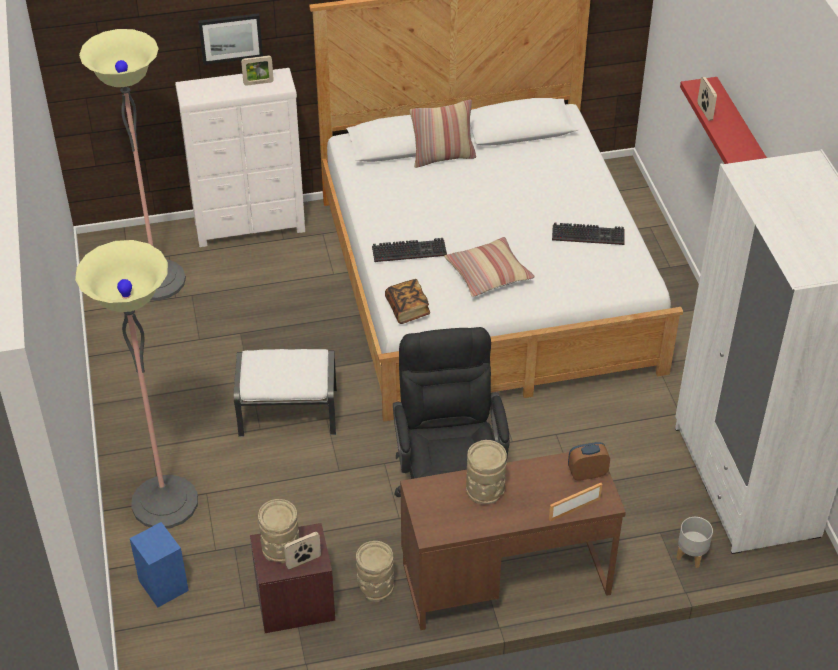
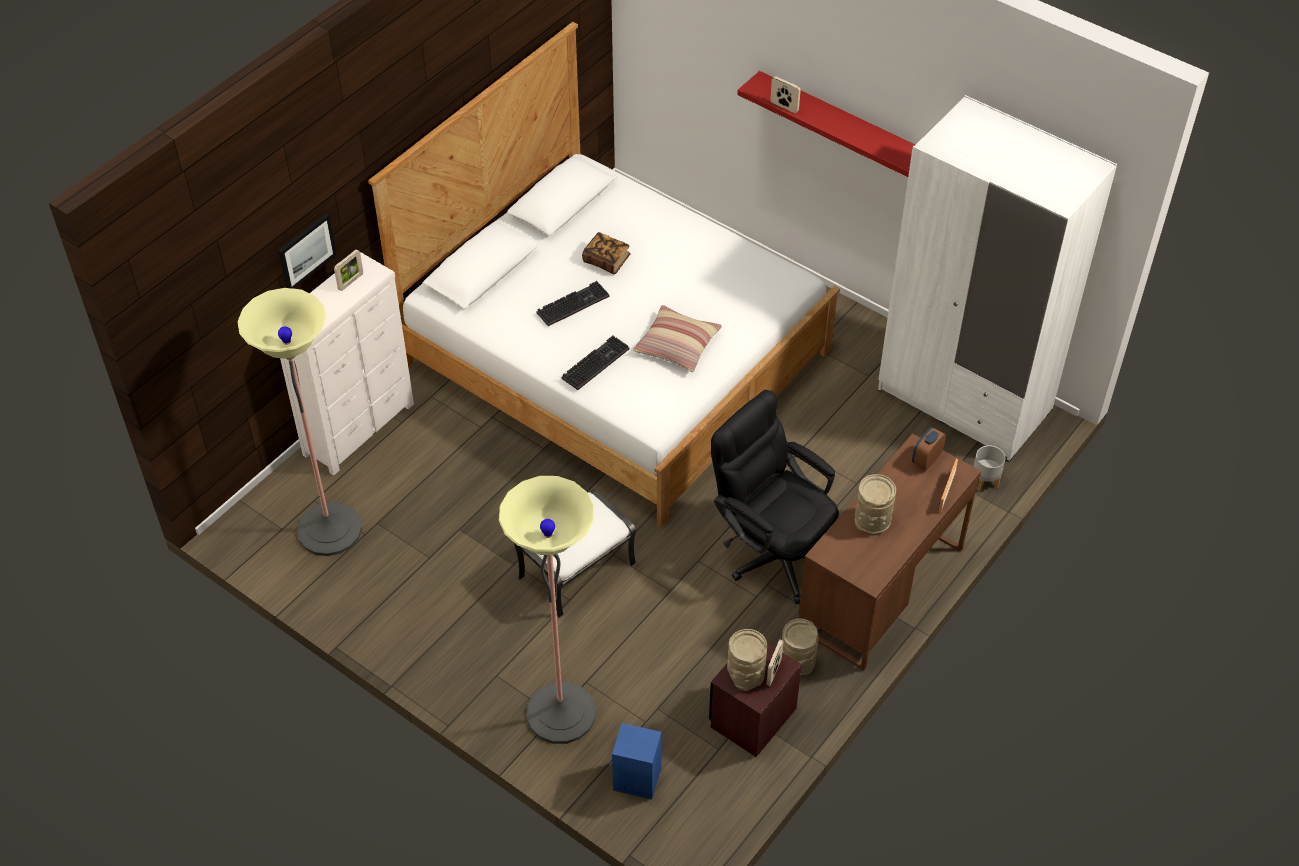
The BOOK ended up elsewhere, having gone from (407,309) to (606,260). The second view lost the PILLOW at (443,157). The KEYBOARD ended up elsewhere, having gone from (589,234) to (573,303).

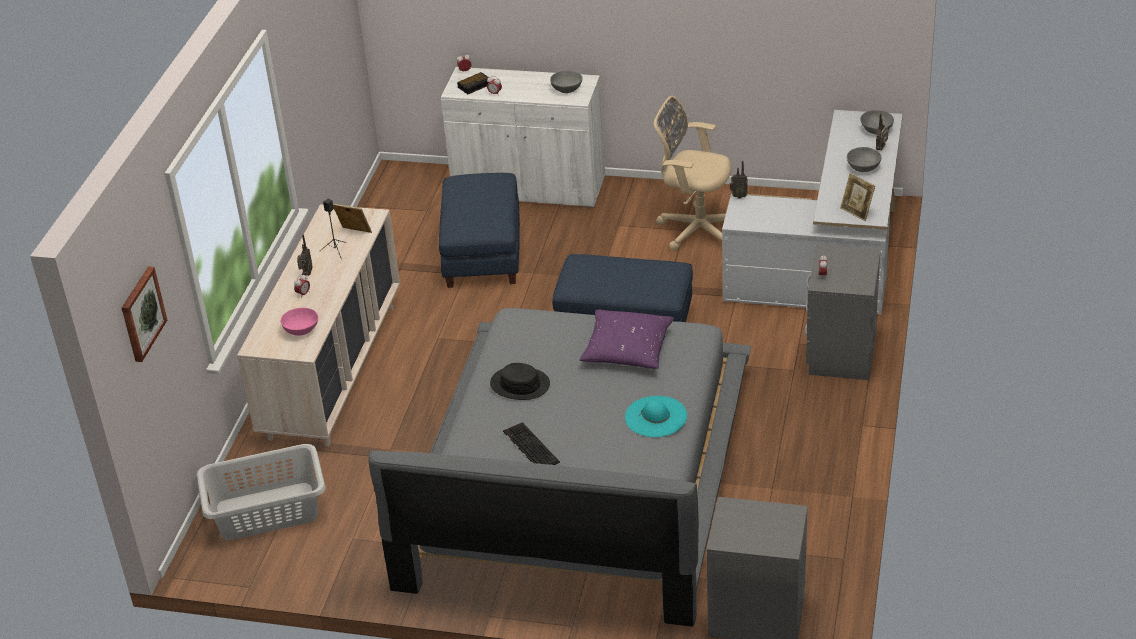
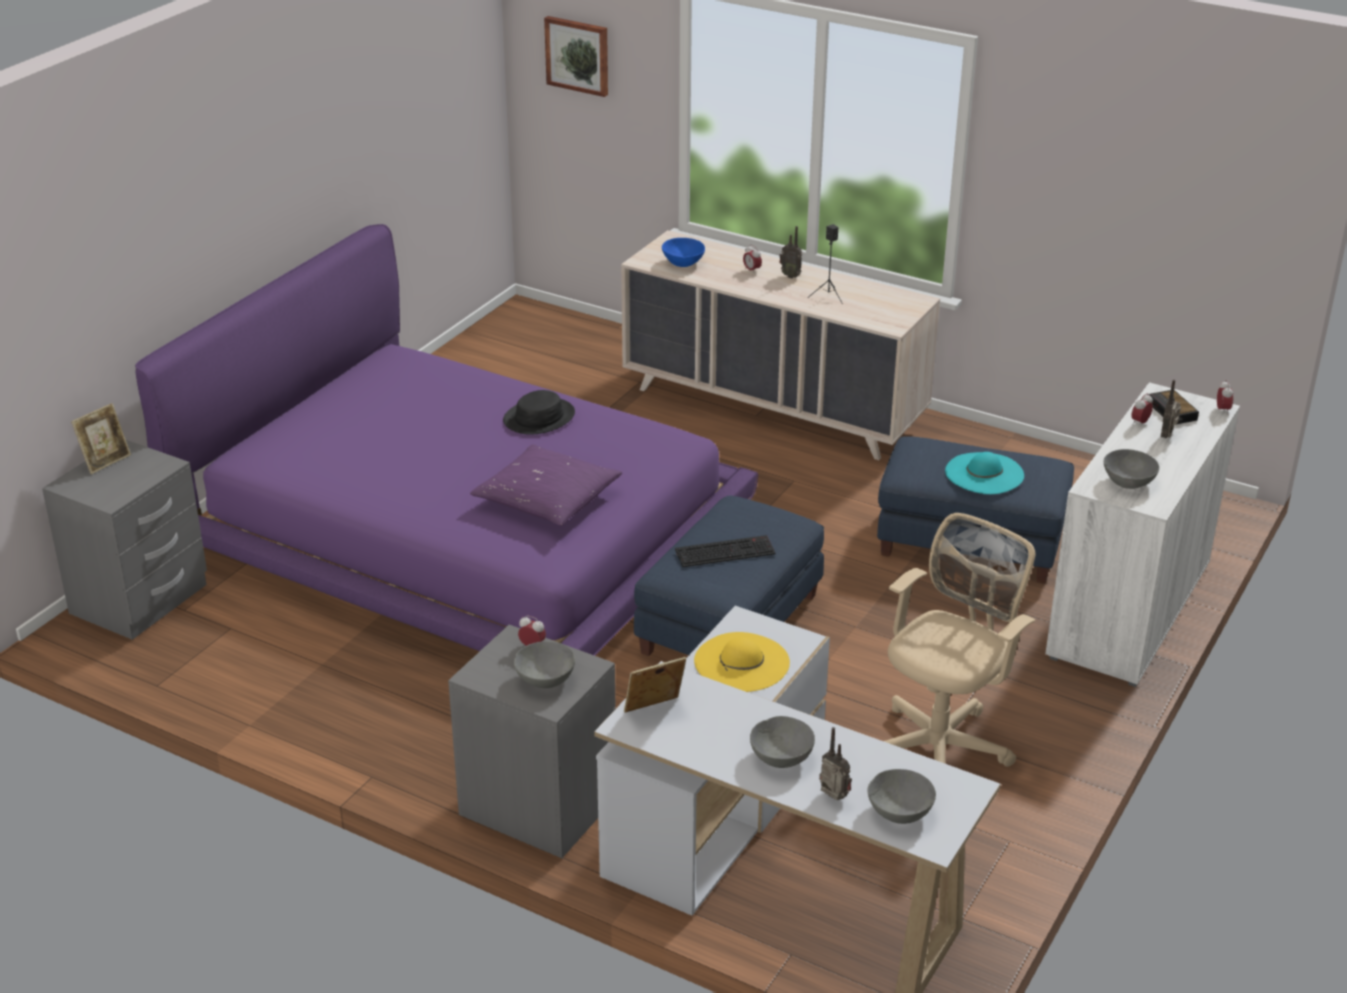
The second view lost the GREY LAUNDRY BASKET at (266,511). What was the PINK BOWL at (301,330) turned into the BLUE BOWL at (683,263). The PICTURE FRAME ended up elsewhere, having gone from (354,233) to (106,461). What was the GREY BED at (579,477) turned into the PURPLE BED at (461,531). The KEYBOARD ended up elsewhere, having gone from (529,447) to (725,551). The TURQUOISE HAT ended up elsewhere, having gone from (656,416) to (984,473). The RADIO ended up elsewhere, having gone from (738,196) to (1168,436). The second view gained the GREY BOWL at (545,680). The second view gained the YELLOW HAT at (741,662).

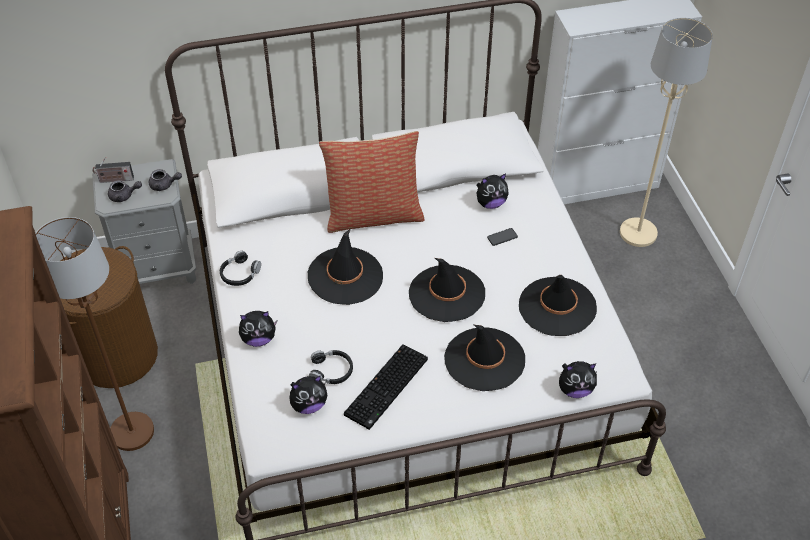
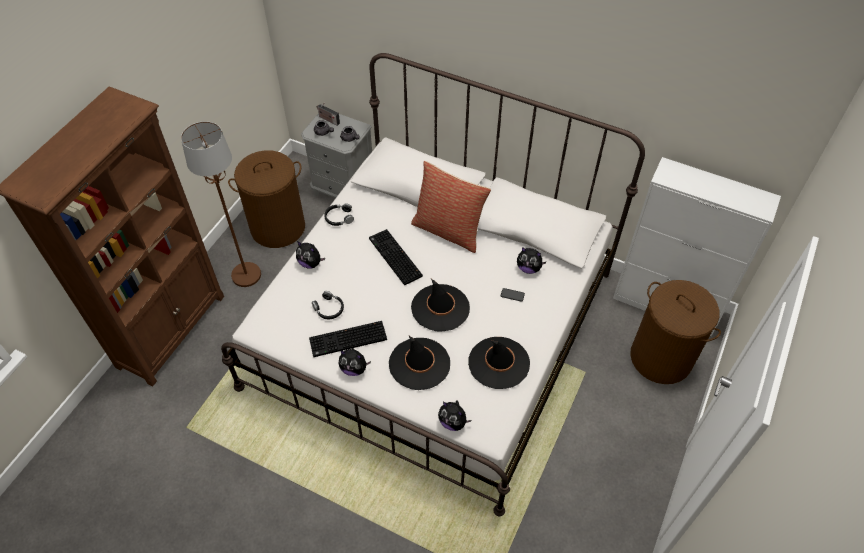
The PLUSH TOY ended up elsewhere, having gone from (309,405) to (354,368). Where the BLACK HAT stood at (345,276), the KEYBOARD came to stand at (394,257). Where the BEIGE FLOOR LAMP stood at (638,233), the BROWN LAUNDRY BASKET came to stand at (661,357).

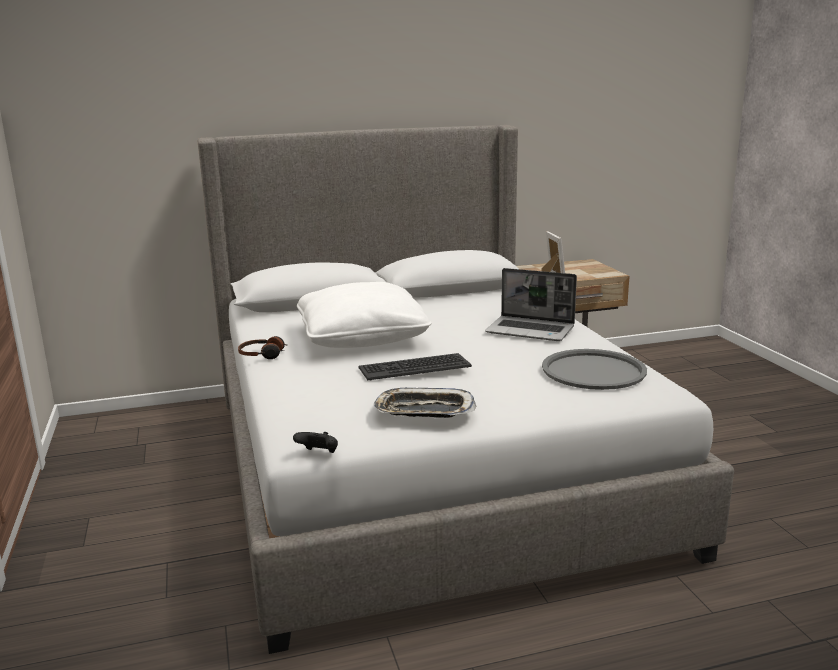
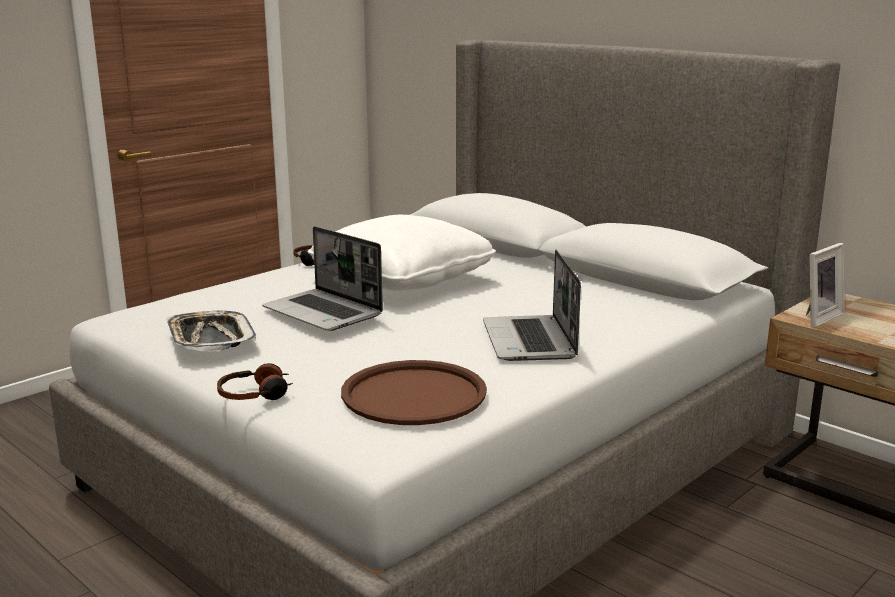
The second view lost the BLACK GAME CONTROLLER at (318,454). Where the KEYBOARD stood at (414,367), the LAPTOP came to stand at (324,312). What was the GREY TRAY at (593,371) turned into the BROWN TRAY at (413,394). The second view gained the HEADPHONES at (255,394).

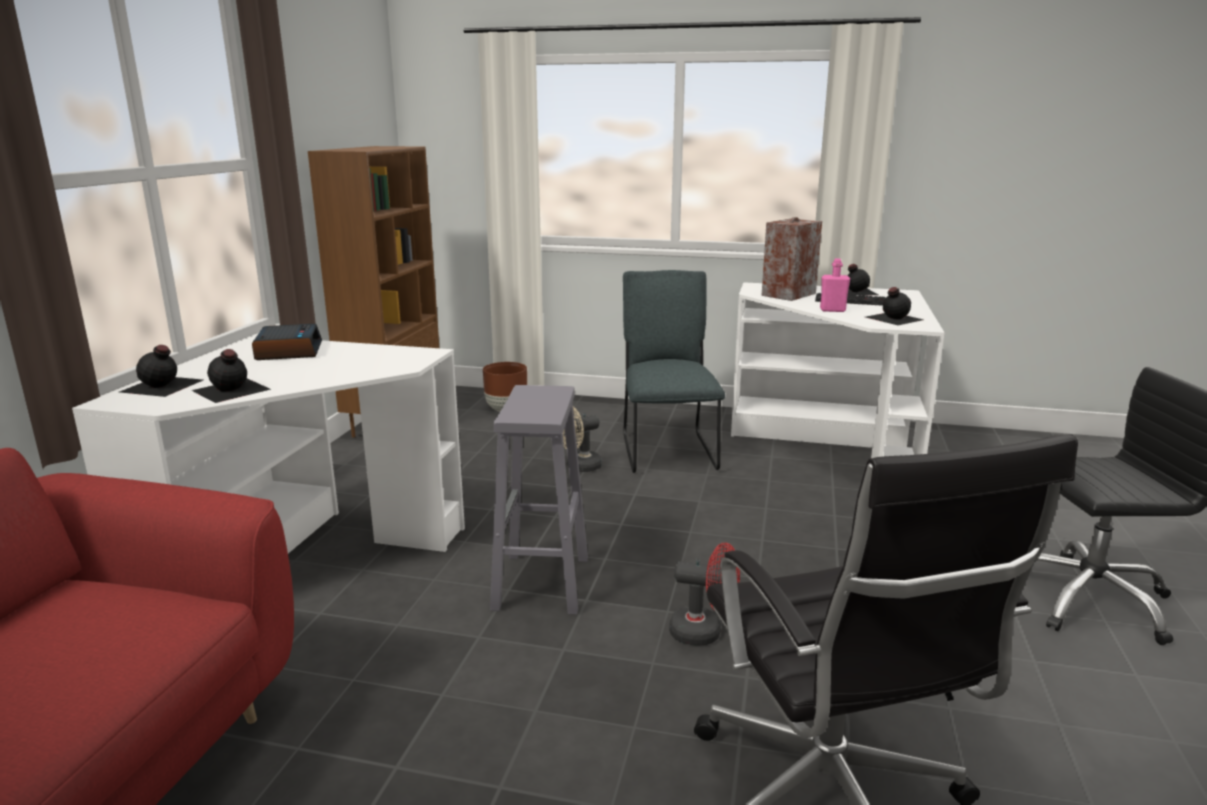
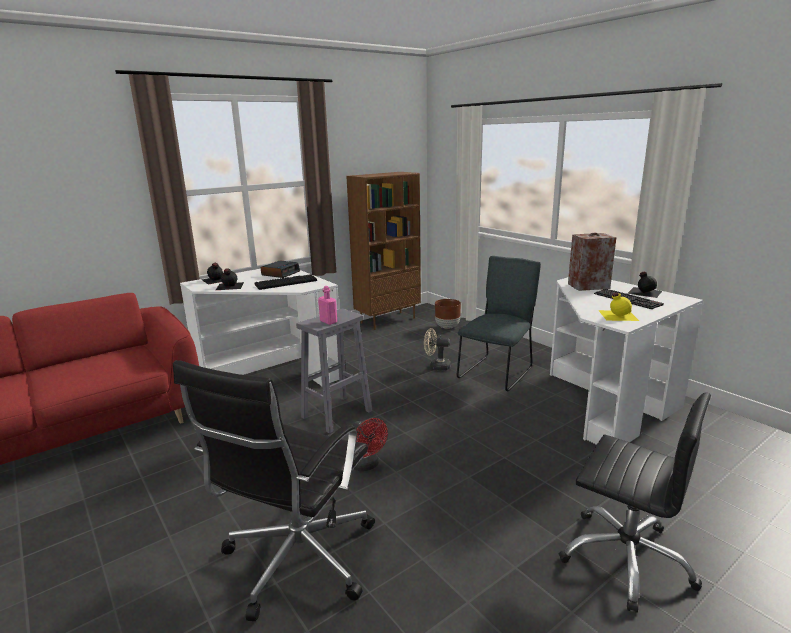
The PINK BOTTLE ended up elsewhere, having gone from (832,310) to (328,322). What was the BLACK BOTTLE at (892,318) turned into the YELLOW BOTTLE at (617,315). The second view gained the KEYBOARD at (286,282).

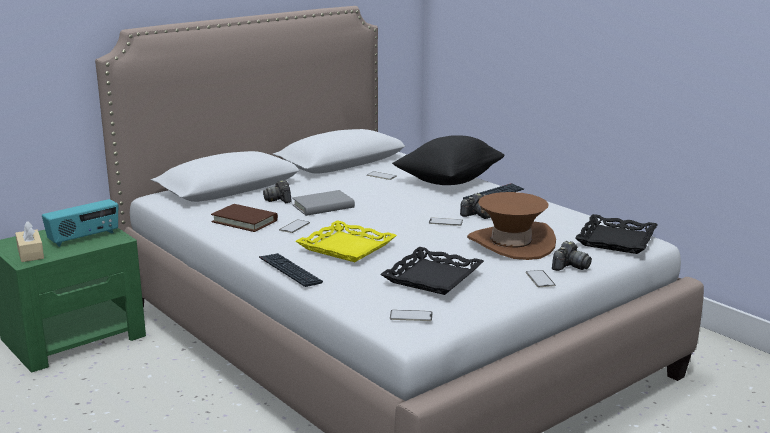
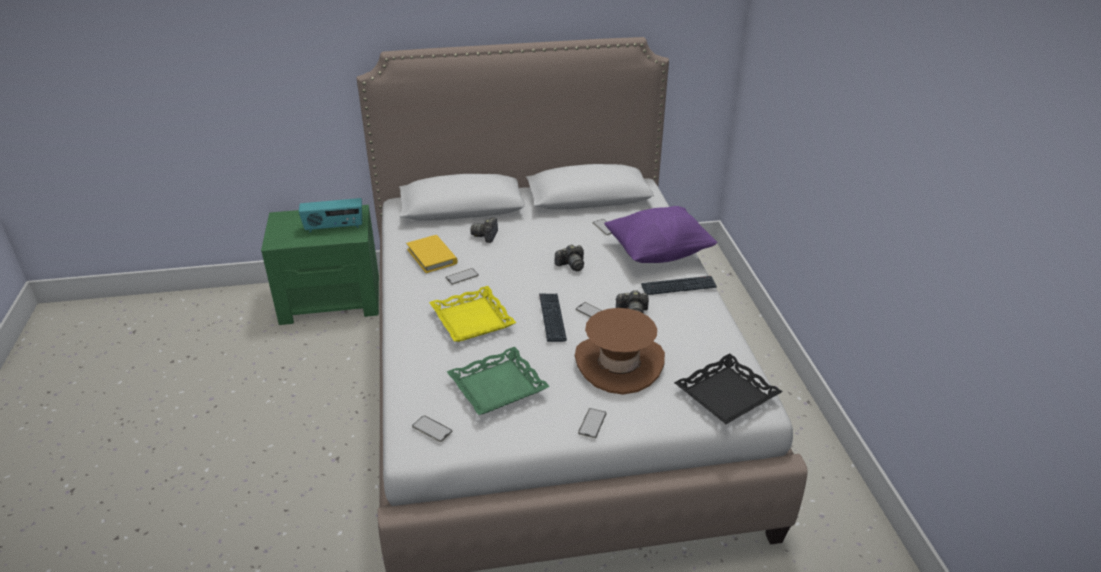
The second view lost the BEIGE TISSUE BOX at (30,253). What was the BROWN BOOK at (244,221) turned into the YELLOW BOOK at (432,256). The KEYBOARD ended up elsewhere, having gone from (290,271) to (552,318). The second view lost the GREY BOOK at (323,206). What was the BLACK TRAY at (432,277) turned into the GREEN TRAY at (497,386). What was the BLACK PILLOW at (449,181) turned into the PURPLE PILLOW at (658,252). The PHOTO CAMERA ended up elsewhere, having gone from (570,266) to (571,265).

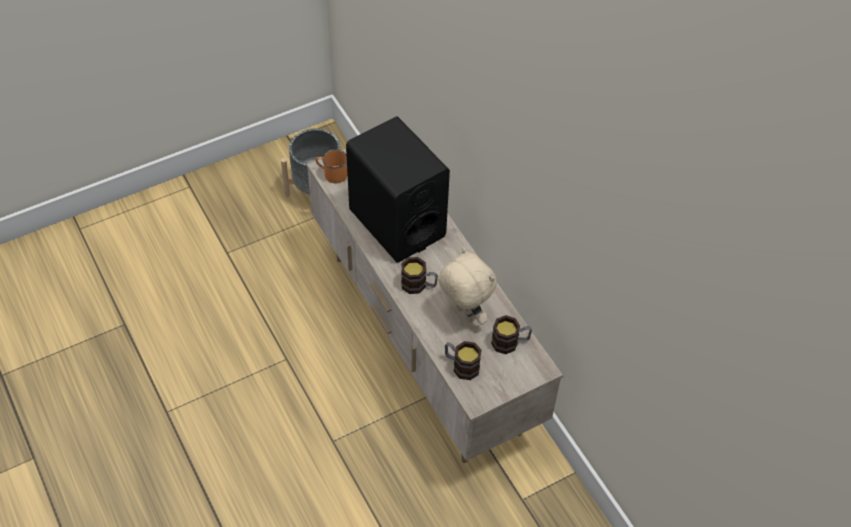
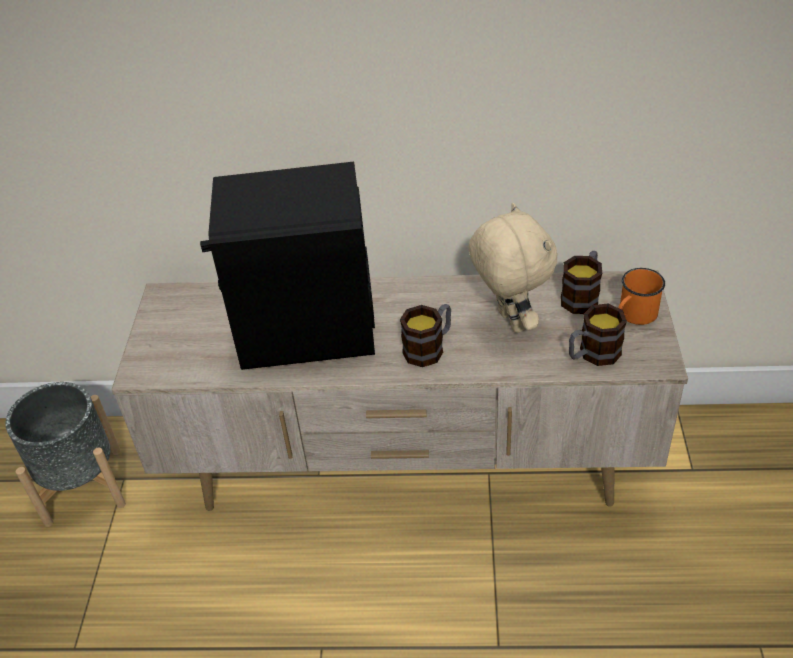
The ORANGE MUG ended up elsewhere, having gone from (332,174) to (634,315). The BEIGE PLUSH TOY at (464,314) ended up facing another way, 75 degrees clockwise from before.

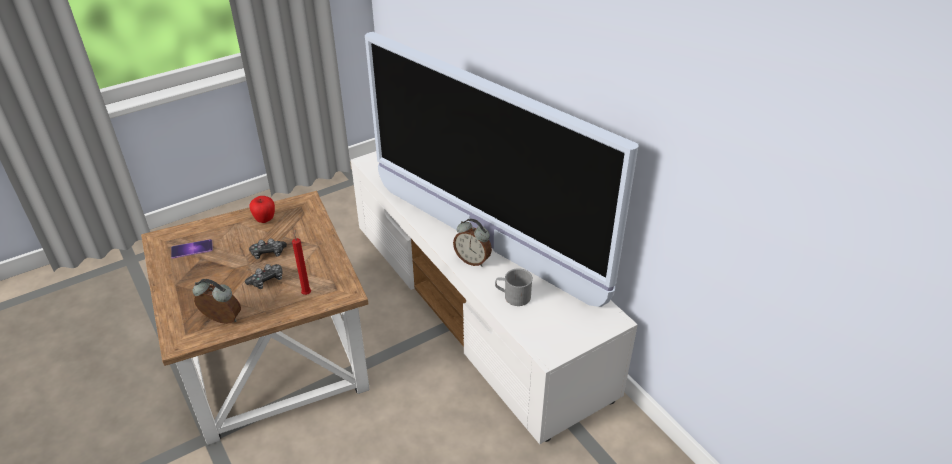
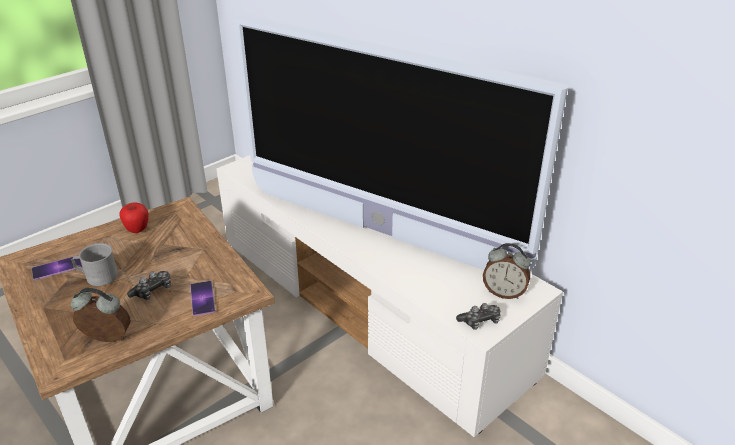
The GAME CONTROLLER ended up elsewhere, having gone from (268,253) to (480,321). Where the RED CANDLE stood at (307,293), the PHONE came to stand at (202,298). The ALARM CLOCK ended up elsewhere, having gone from (473,260) to (504,293). The GREY MUG ended up elsewhere, having gone from (513,296) to (97,276).

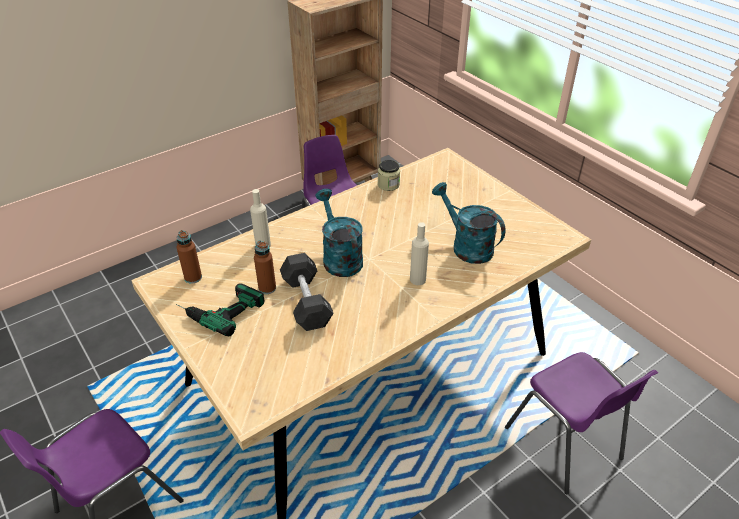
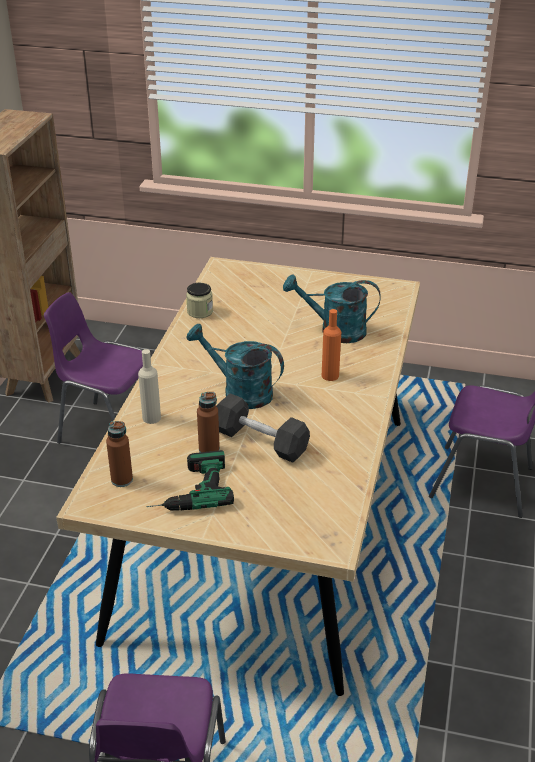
What was the BEIGE BOTTLE at (417,279) turned into the ORANGE BOTTLE at (330,375).

